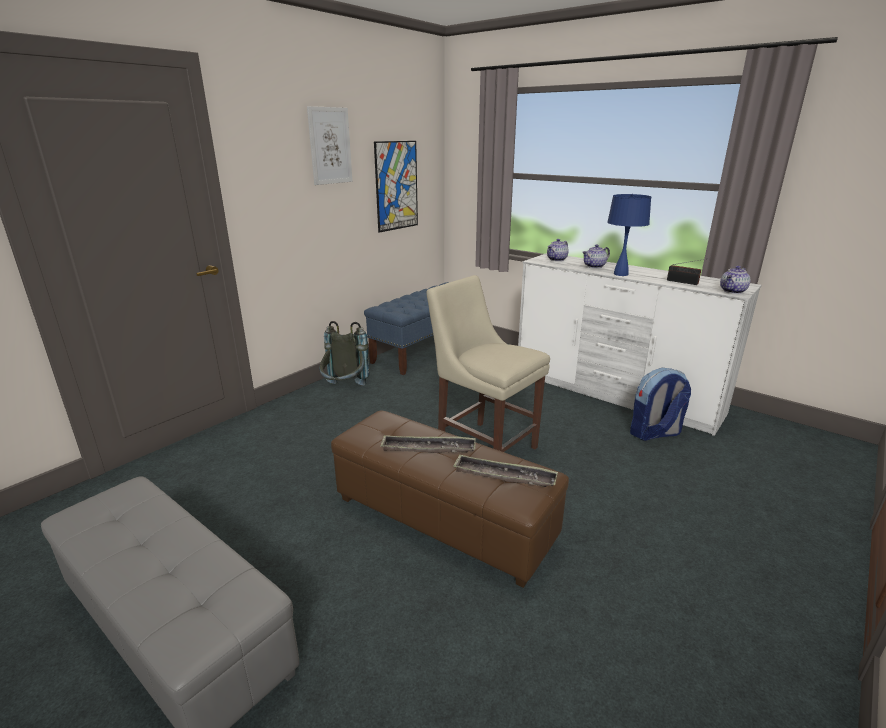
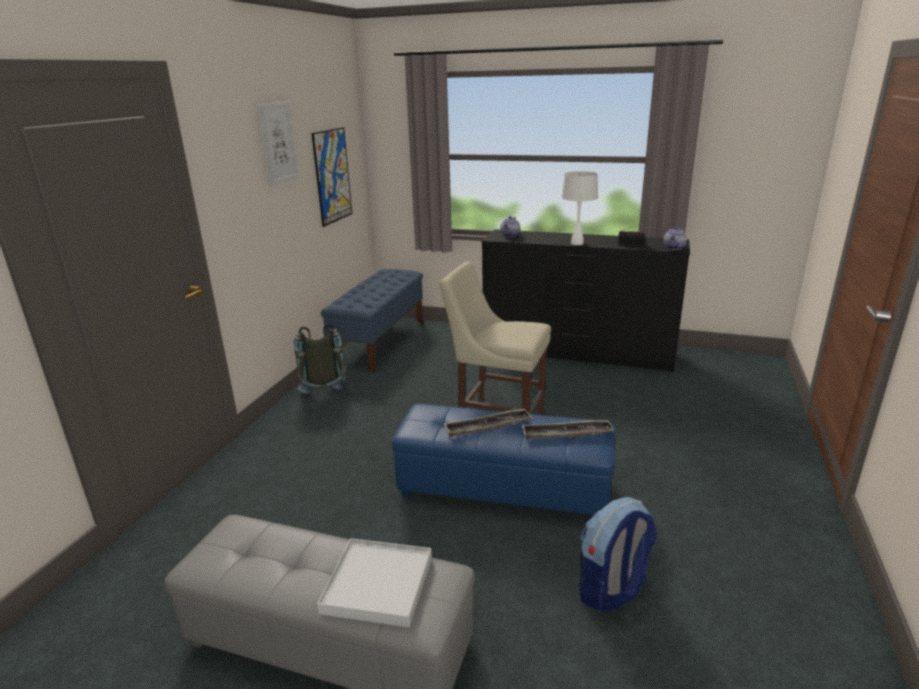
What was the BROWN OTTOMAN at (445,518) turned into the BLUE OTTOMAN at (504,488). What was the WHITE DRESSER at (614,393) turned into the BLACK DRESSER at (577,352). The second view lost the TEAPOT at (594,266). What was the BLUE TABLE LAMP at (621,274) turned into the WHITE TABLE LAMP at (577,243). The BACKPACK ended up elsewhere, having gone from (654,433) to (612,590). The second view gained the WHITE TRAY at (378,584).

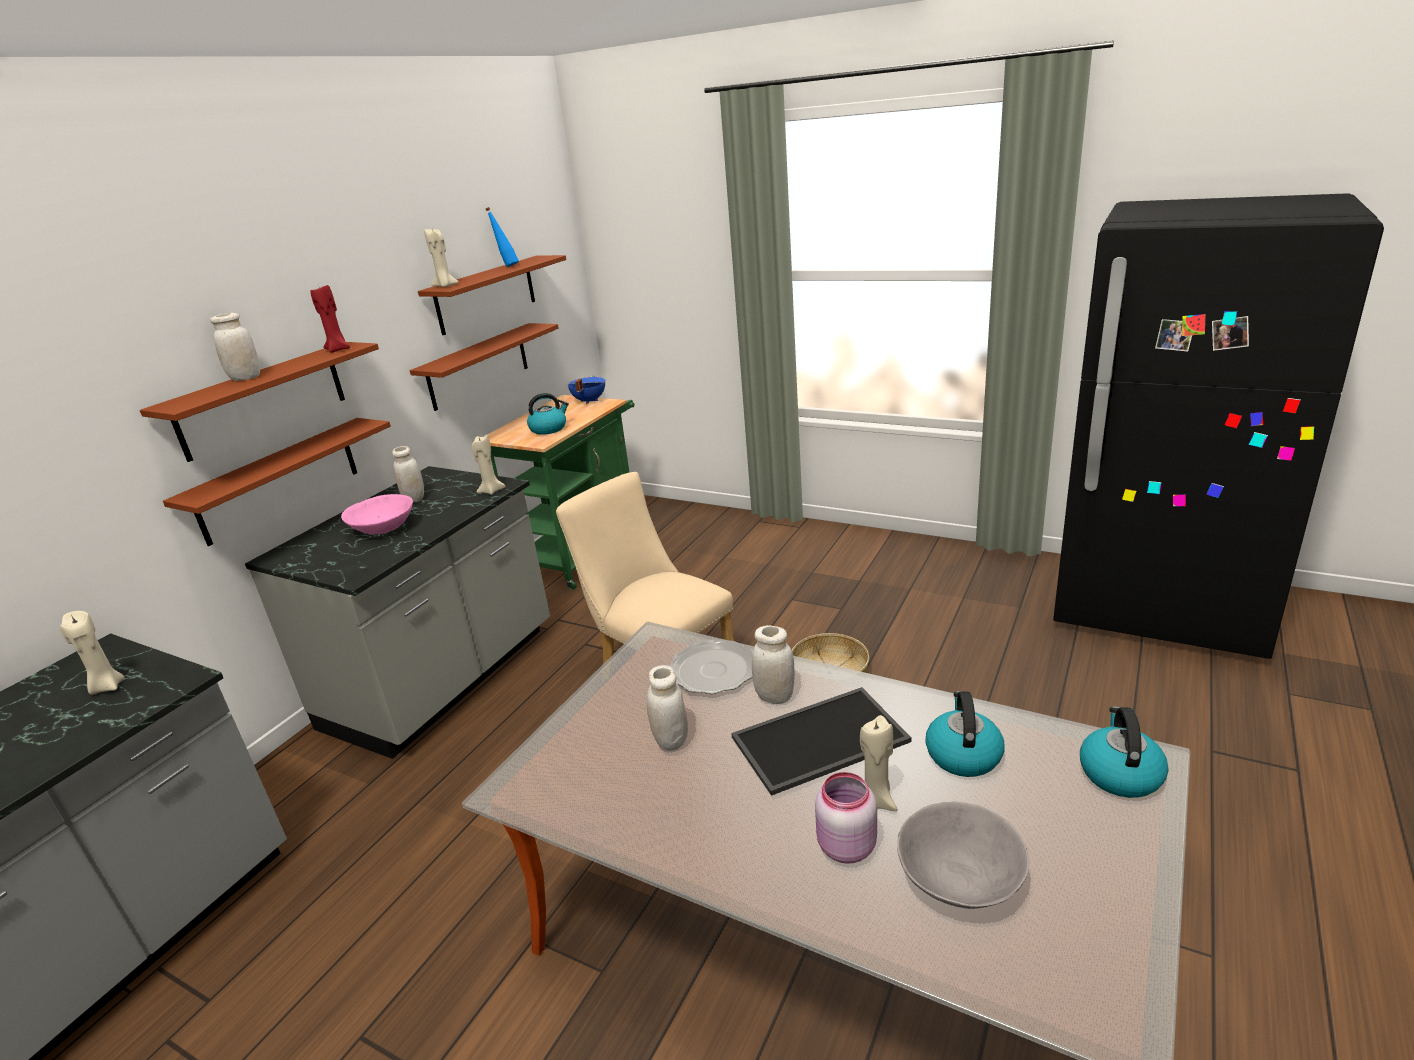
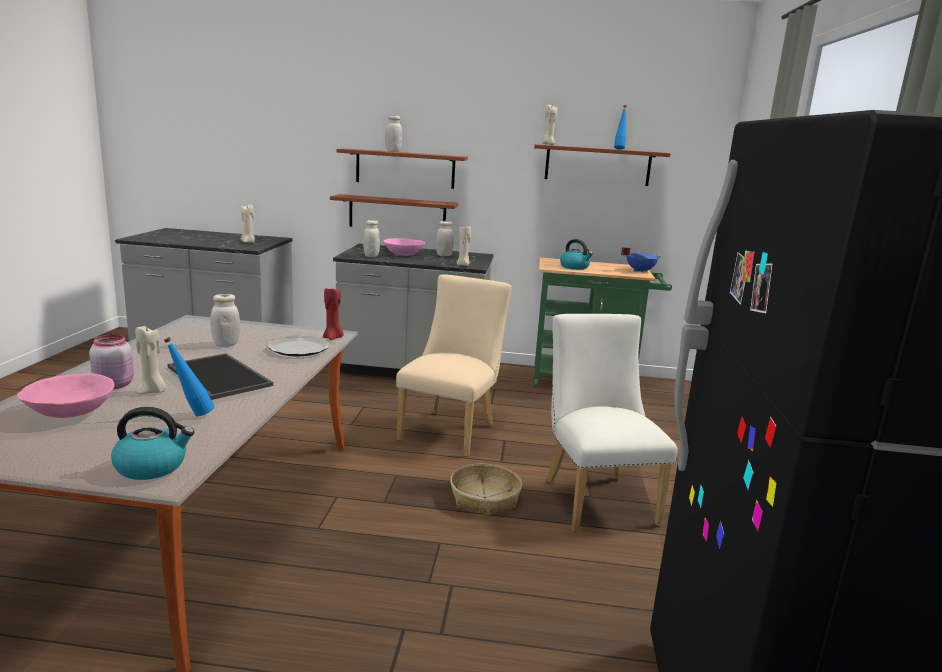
The RED CANDLE ended up elsewhere, having gone from (338,349) to (333,338). The second view lost the BROWN SHELF at (478,366). The WHITE JAR ended up elsewhere, having gone from (775,696) to (371,256). What was the GREY BOWL at (960,878) turned into the PINK BOWL at (70,412). Where the KETTLE stood at (962,754), the BLUE BOTTLE came to stand at (192,414). The second view gained the WHITE CHAIR at (595,497).

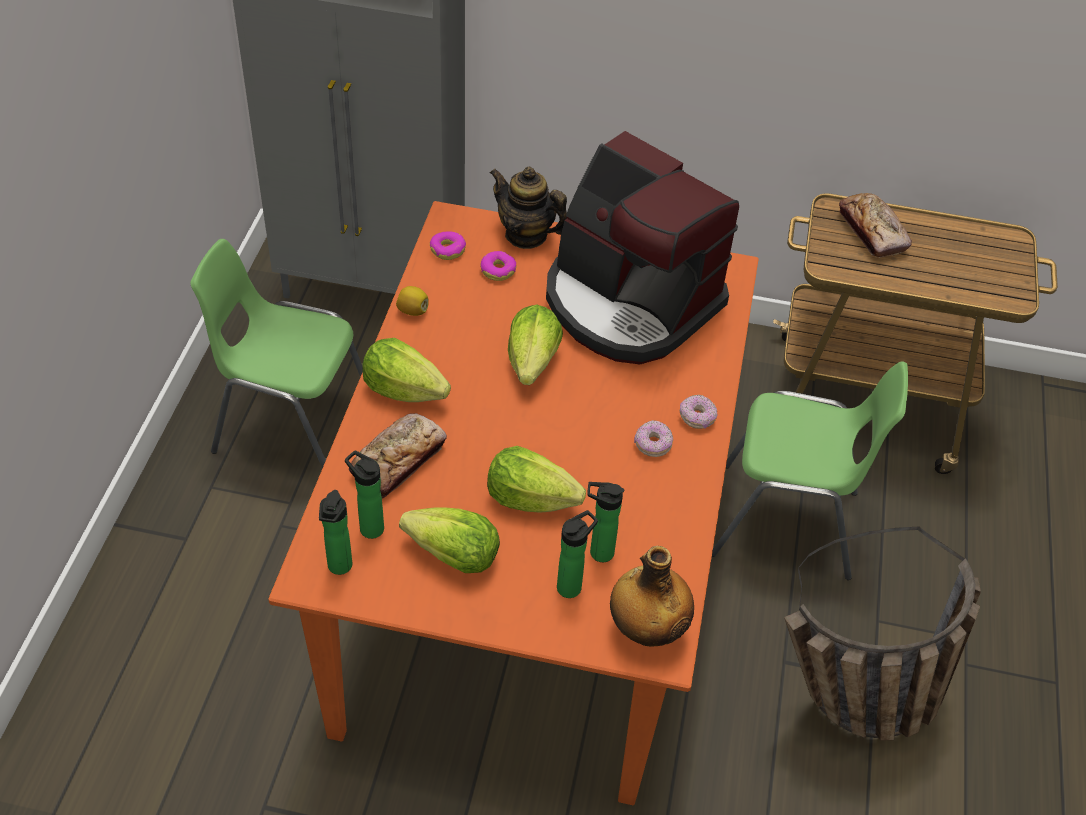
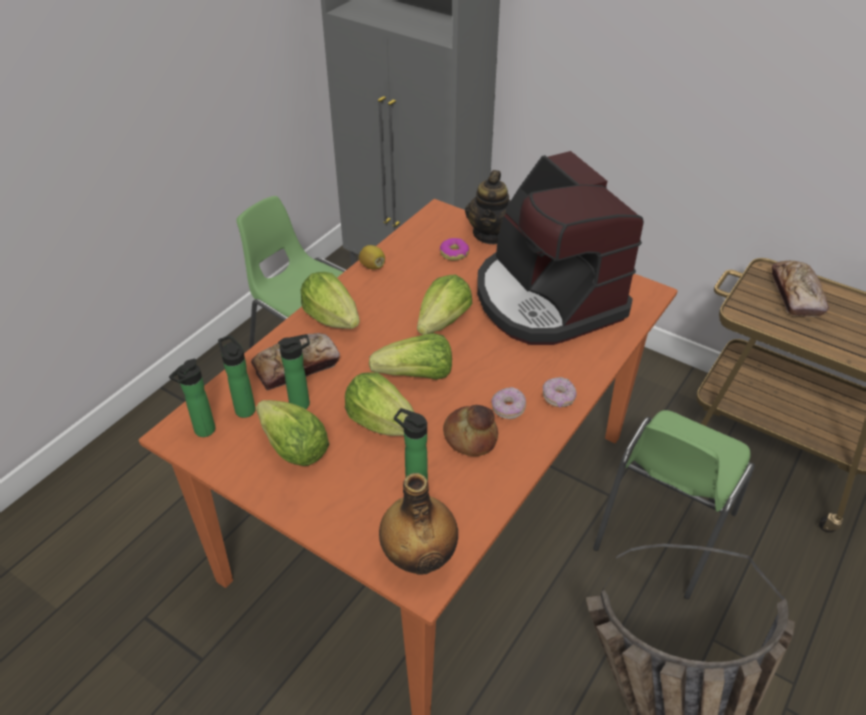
The second view lost the DONUT at (448,250). The TEAPOT at (526,235) ended up facing another way, 135 degrees counterclockwise from before. The BOTTLE ended up elsewhere, having gone from (572,586) to (303,403). The GREEN CHAIR at (787,523) ended up facing another way, 90 degrees clockwise from before. The second view gained the LETTUCE at (416,375). The second view gained the BREAD at (471,437).

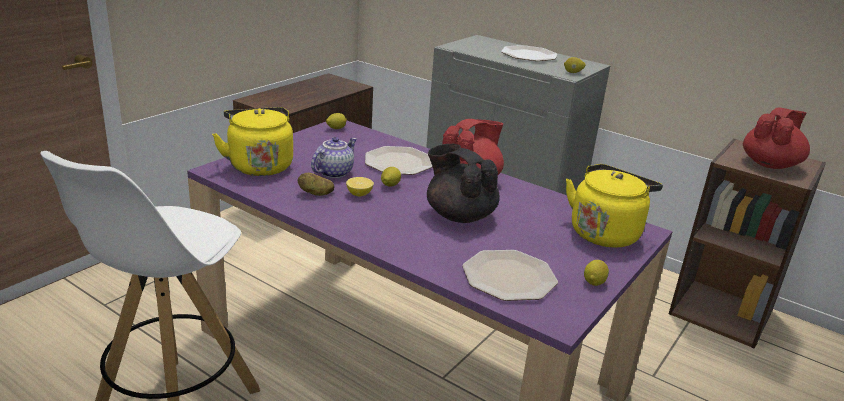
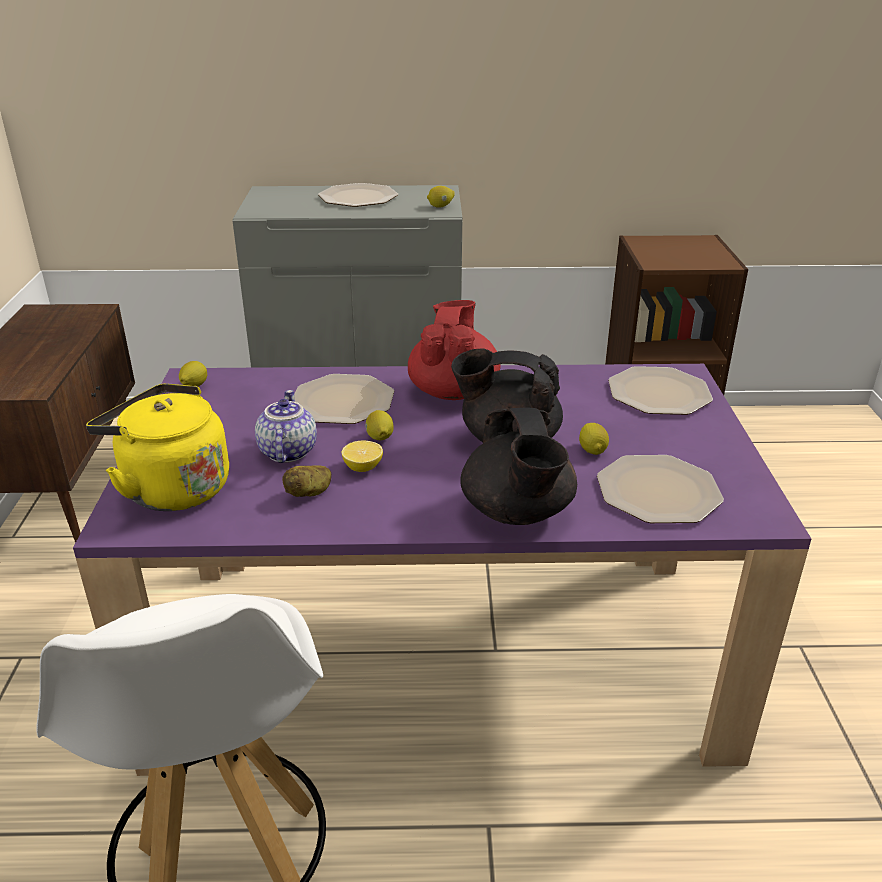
Where the YELLOW KETTLE stood at (605,232), the PLATE came to stand at (659,392). The LEMON ended up elsewhere, having gone from (594,282) to (592,450). The second view lost the RED TEAPOT at (770,164). The second view gained the BLACK TEAPOT at (517,512).

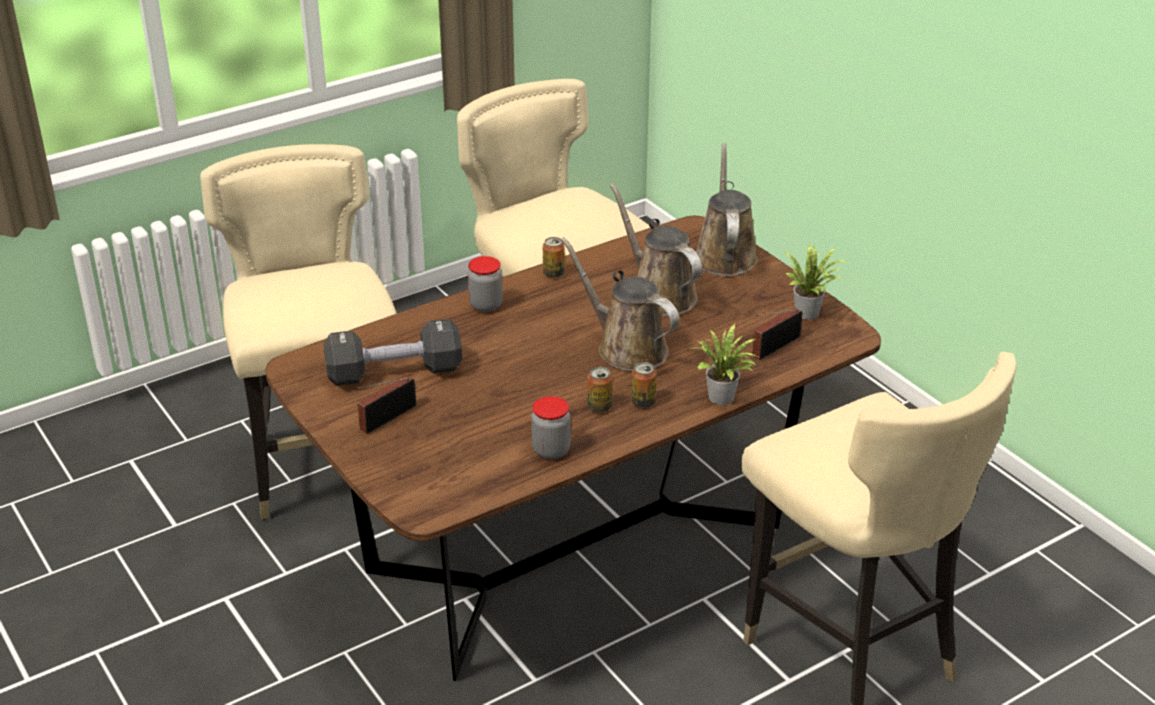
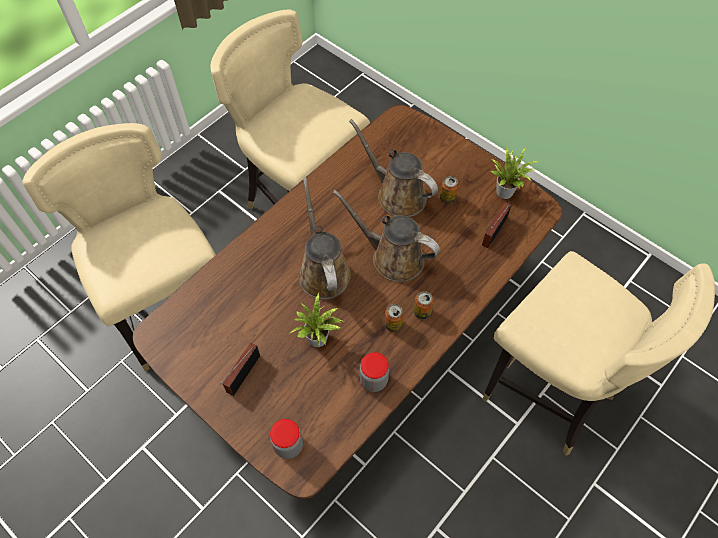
The second view lost the BLACK DUMBBELL at (394,372). The JAR ended up elsewhere, having gone from (486,305) to (288,445). The CAN ended up elsewhere, having gone from (553,273) to (447,198). The POTTED PLANT ended up elsewhere, having gone from (723,399) to (319,340). The BROWN WATERING CAN ended up elsewhere, having gone from (724,255) to (323,271).

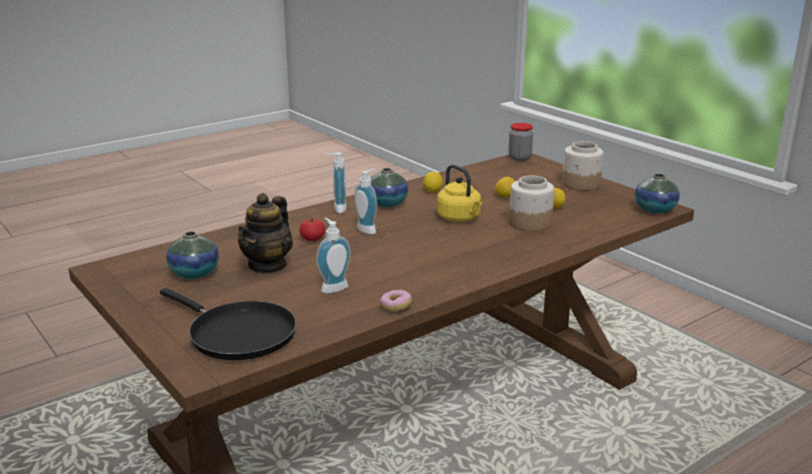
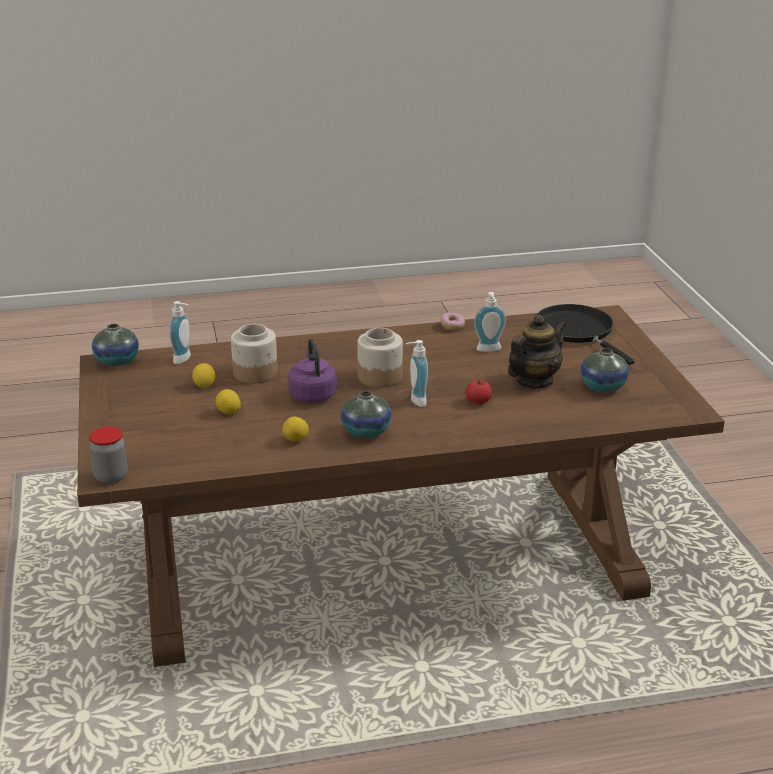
The SOAP DISPENSER ended up elsewhere, having gone from (337,209) to (184,359). What was the YELLOW KETTLE at (460,218) turned into the PURPLE KETTLE at (312,394). The JAR ended up elsewhere, having gone from (581,184) to (380,377).

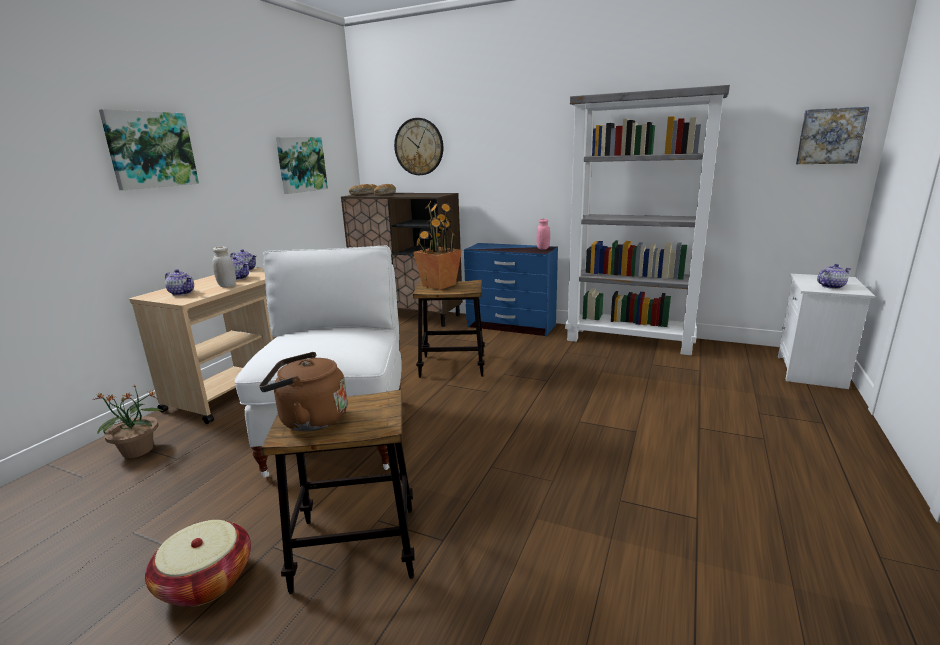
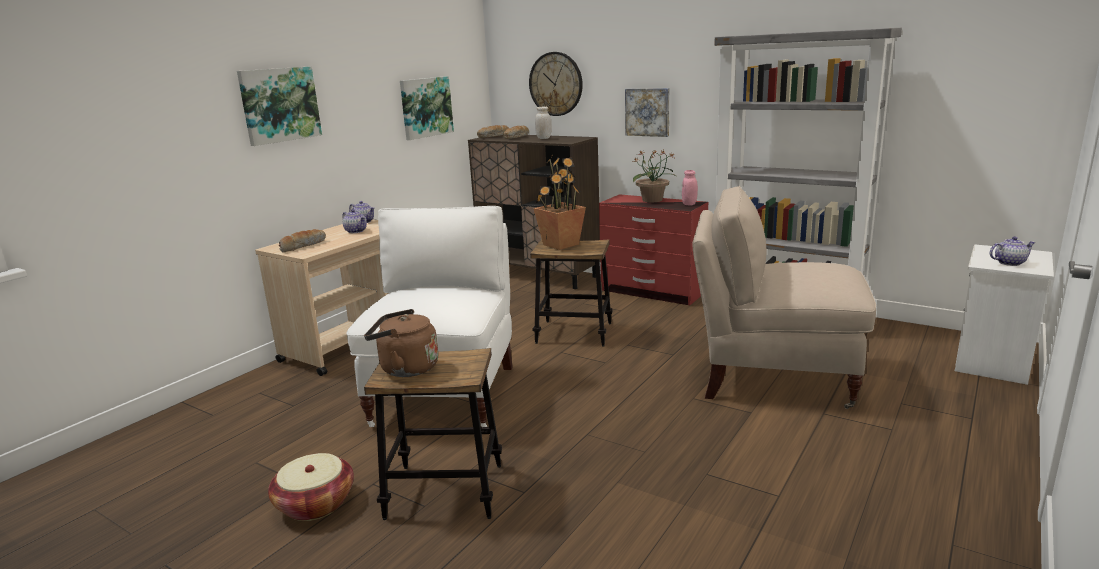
The POTTED PLANT ended up elsewhere, having gone from (138,450) to (653,200). Where the TEAPOT stood at (182,293), the BREAD came to stand at (303,246). The WHITE JAR ended up elsewhere, having gone from (227,286) to (543,138). What was the BLUE DRESSER at (511,326) turned into the RED DRESSER at (652,292). The PICTURE ended up elsewhere, having gone from (830,136) to (648,112). The second view gained the BEIGE CHAIR at (772,376).

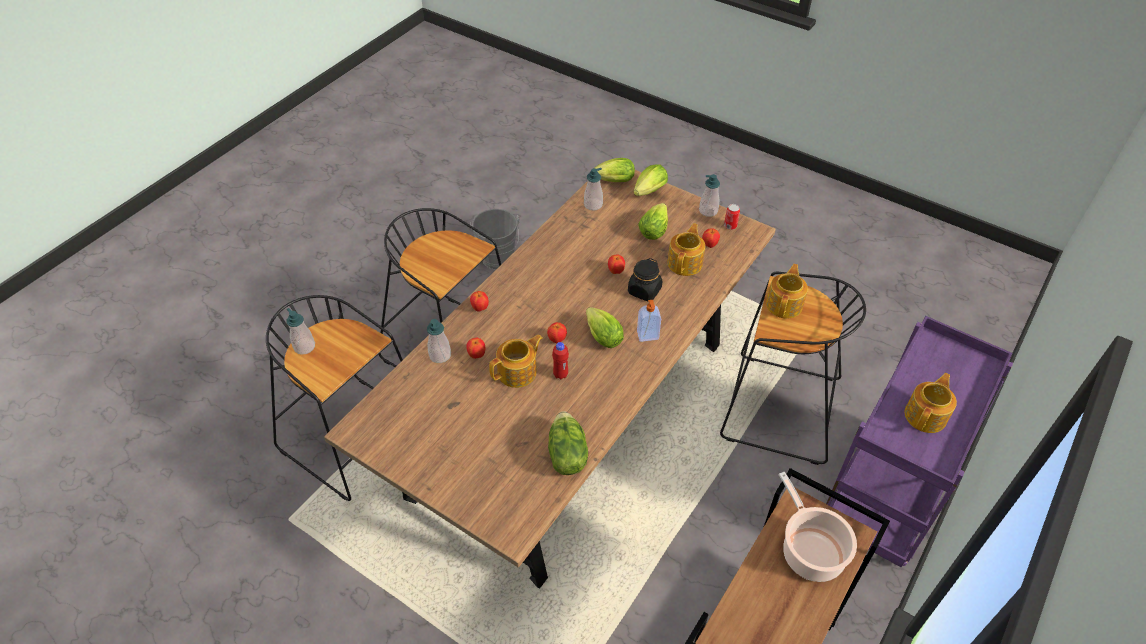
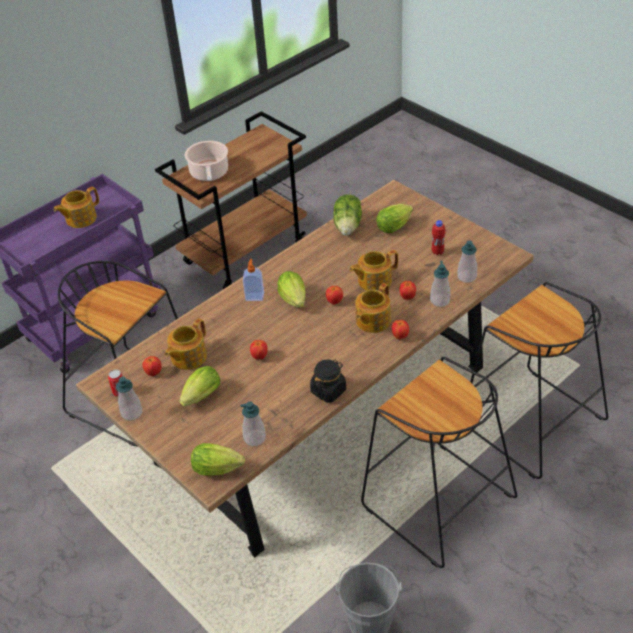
The SOAP DISPENSER ended up elsewhere, having gone from (304,347) to (466,277). The RED BOTTLE ended up elsewhere, having gone from (560,374) to (437,252). The BLACK JAR ended up elsewhere, having gone from (644,291) to (328,391). The LETTUCE ended up elsewhere, having gone from (648,192) to (395,226). The TEAPOT ended up elsewhere, having gone from (785,304) to (372,321).

